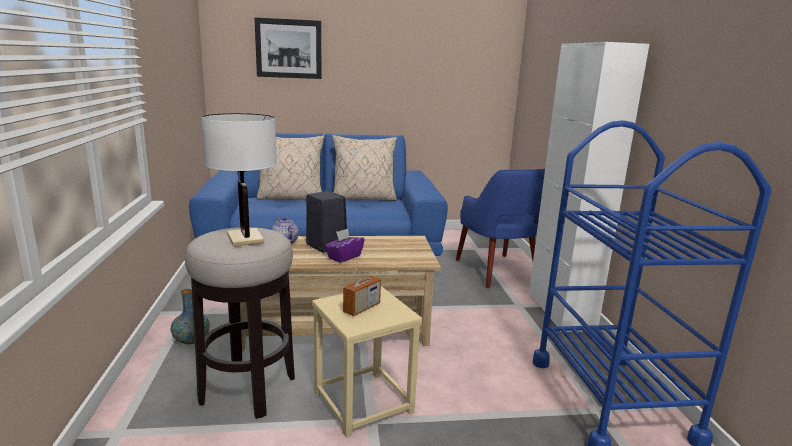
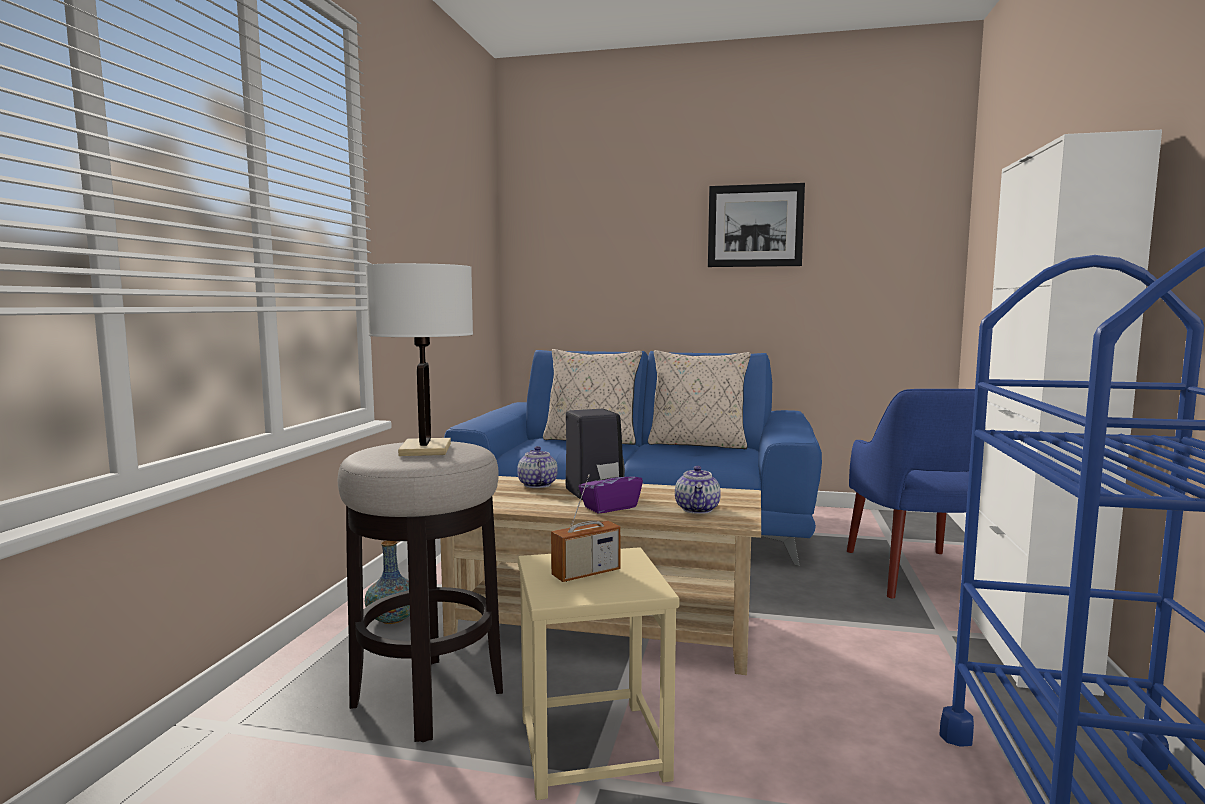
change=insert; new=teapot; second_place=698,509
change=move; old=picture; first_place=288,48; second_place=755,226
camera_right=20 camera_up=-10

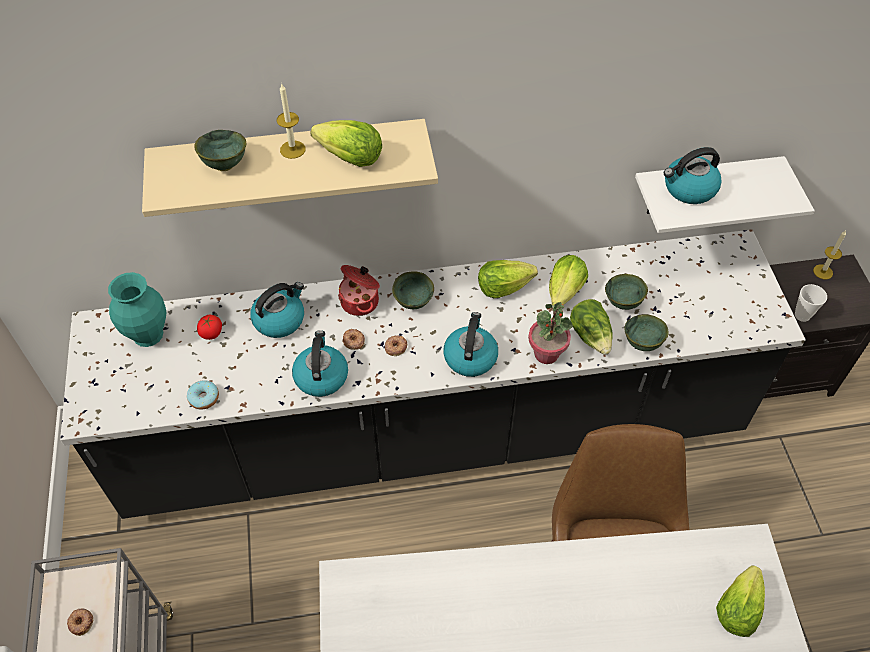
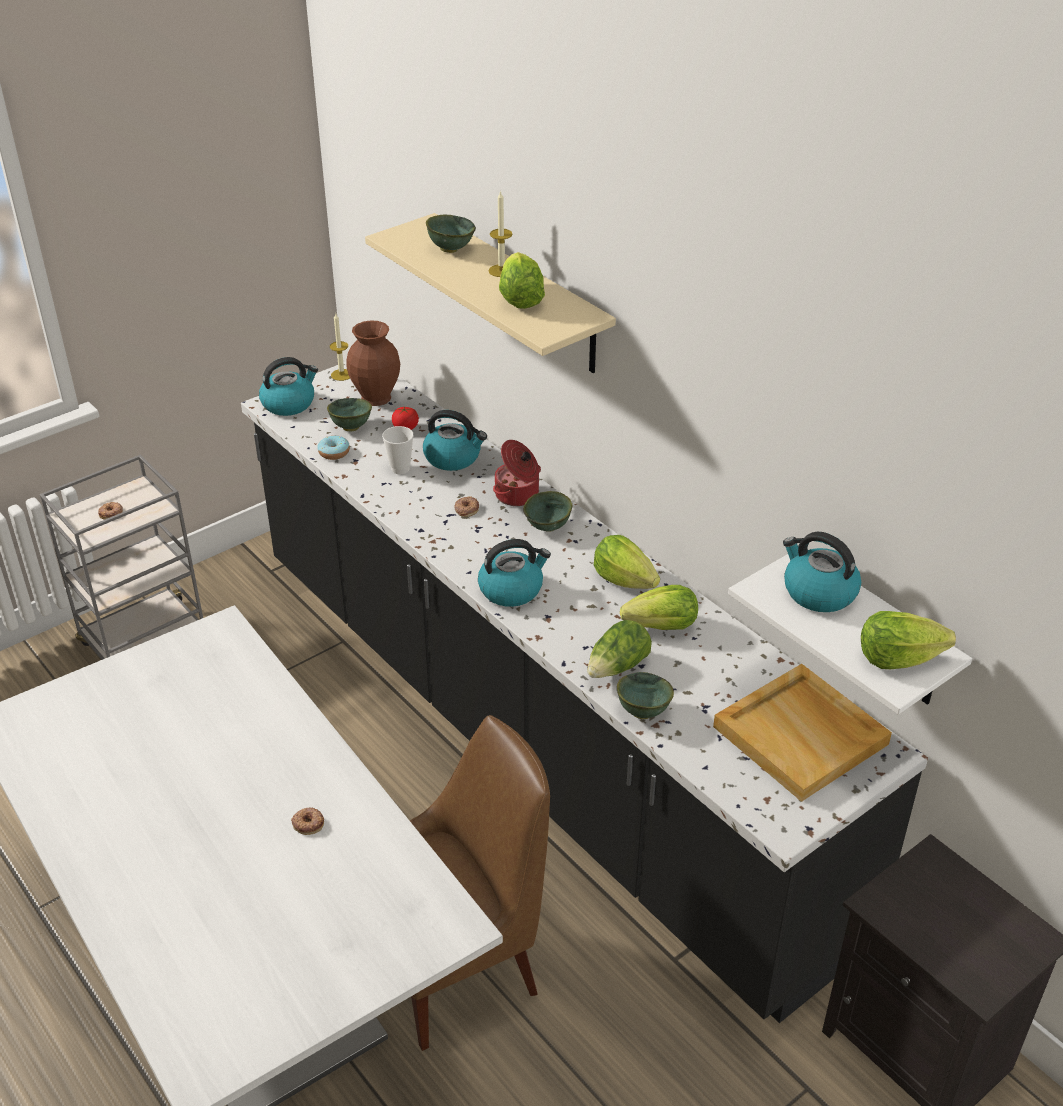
change=delete; old=potted plant; first_place=546,353
change=insert; new=tray in beige; second_place=802,735
change=move; old=kettle; first_place=321,376; second_place=289,403
change=move; old=donut; first_place=395,347; second_place=308,823
change=move; old=bowl in green; first_place=623,303; second_place=350,427
change=move; old=lettuce; first_place=736,610; second_place=897,658
change=move; old=cup; first_place=802,315; second_place=400,469
change=move; old=candle; first_place=823,272; second_place=341,375
change=recolor; old=vase in turquoise; new=vase in brown; first_place=148,333; second_place=377,397
camera_right=60 camera_up=-15

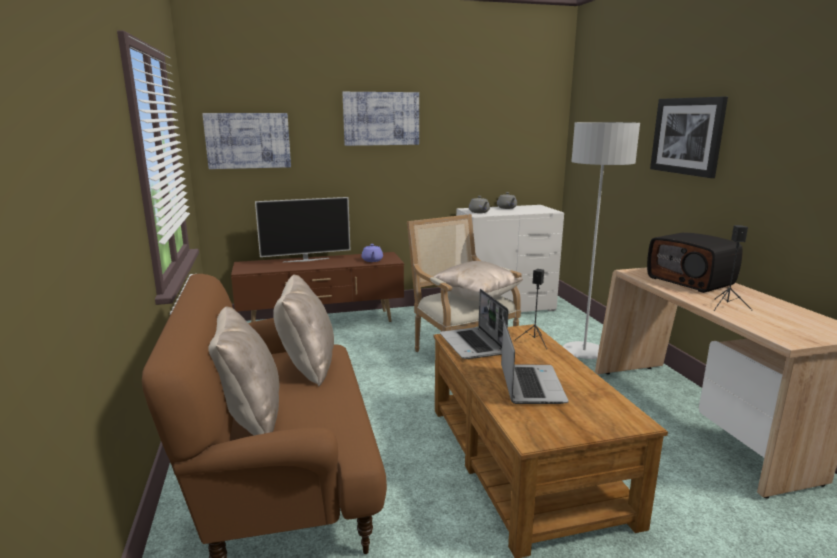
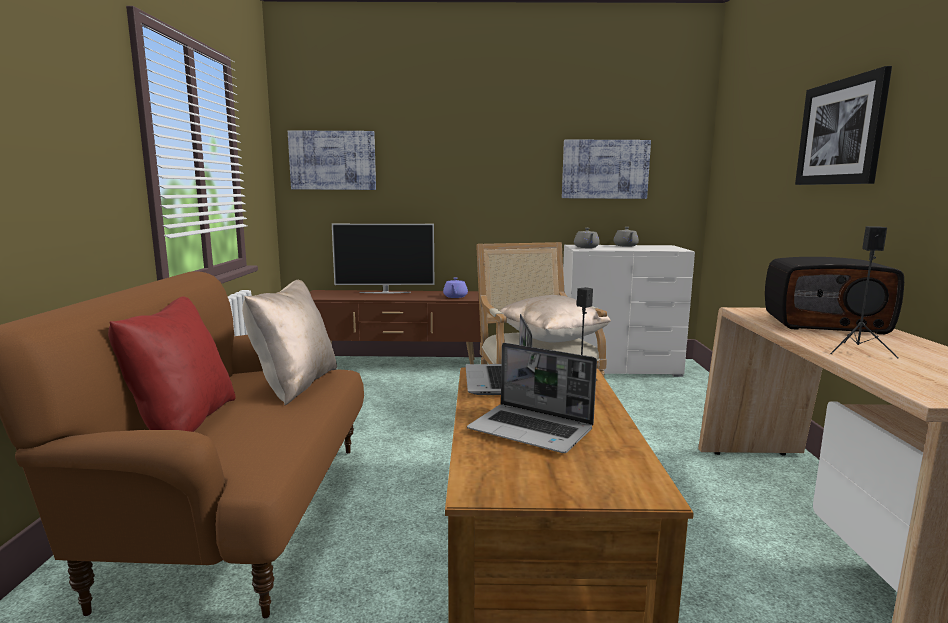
change=delete; old=floor lamp in grey; first_place=584,352
change=move; old=picture; first_place=381,118; second_place=605,169
change=recolor; old=pillow in beige; new=pillow in red; first_place=248,415; second_place=182,423
change=rotate; old=laptop; first_place=530,385; second_place=532,430; degrees=105
change=rotate; old=radio; first_place=691,281; second_place=824,323; degrees=-60
camera_right=15 camera_up=-5

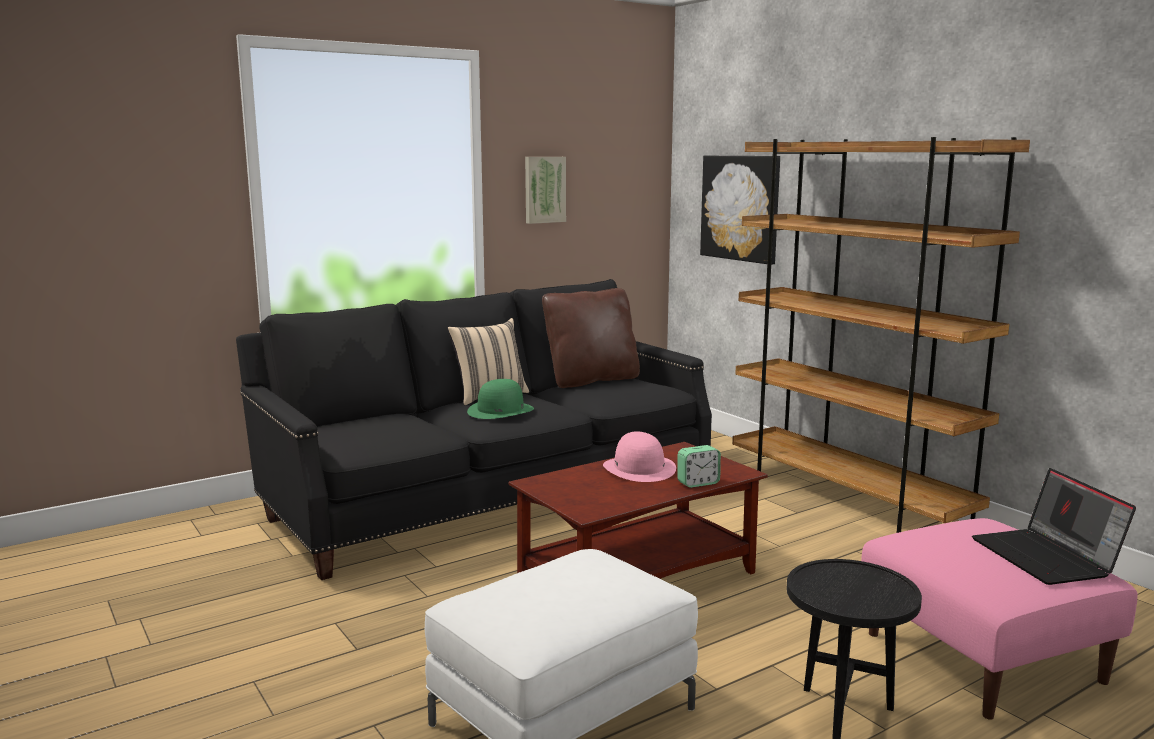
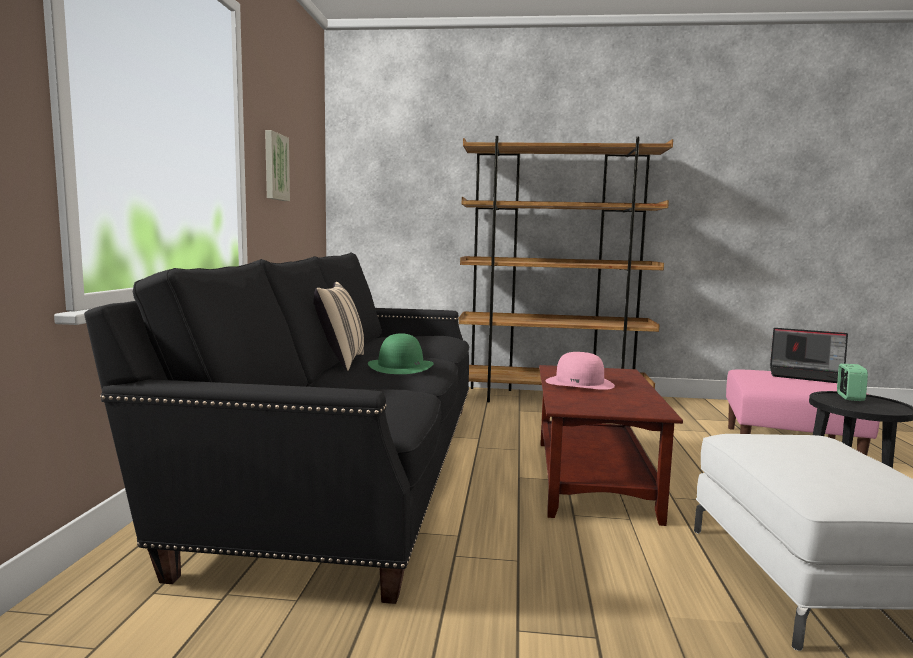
change=delete; old=pillow in brown; first_place=591,380
change=delete; old=picture; first_place=740,208
change=move; old=alarm clock; first_place=698,483; second_place=849,397
camera_right=-50 camera_up=-5

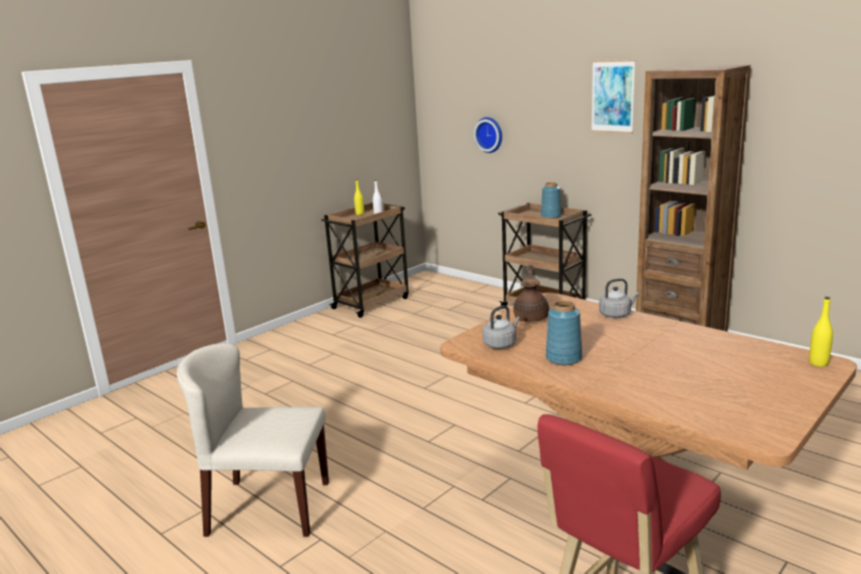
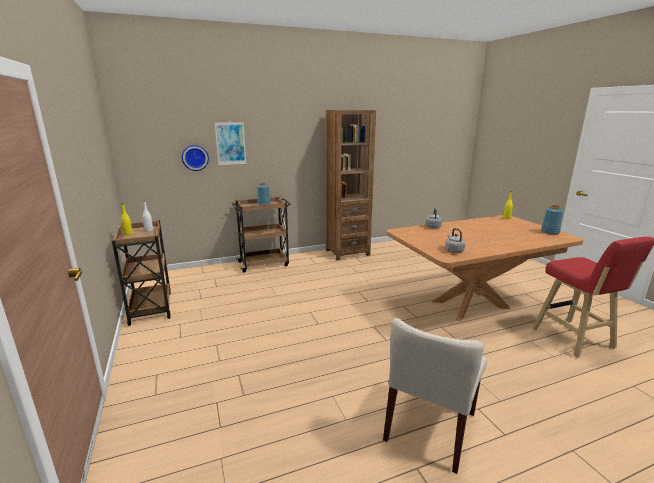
change=delete; old=teapot in brown; first_place=531,317
change=move; old=vase in blue; first_place=563,358; second_place=550,232
change=move; old=picture; first_place=612,96; second_place=230,143
camera_right=-65 camera_up=0

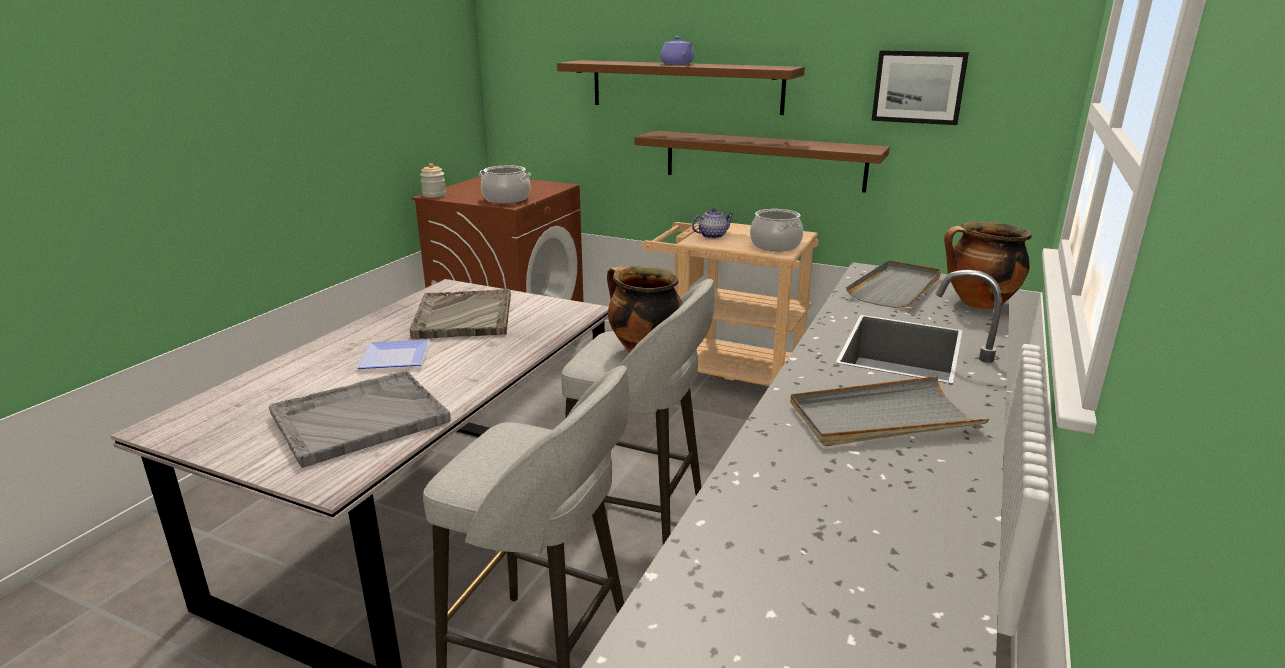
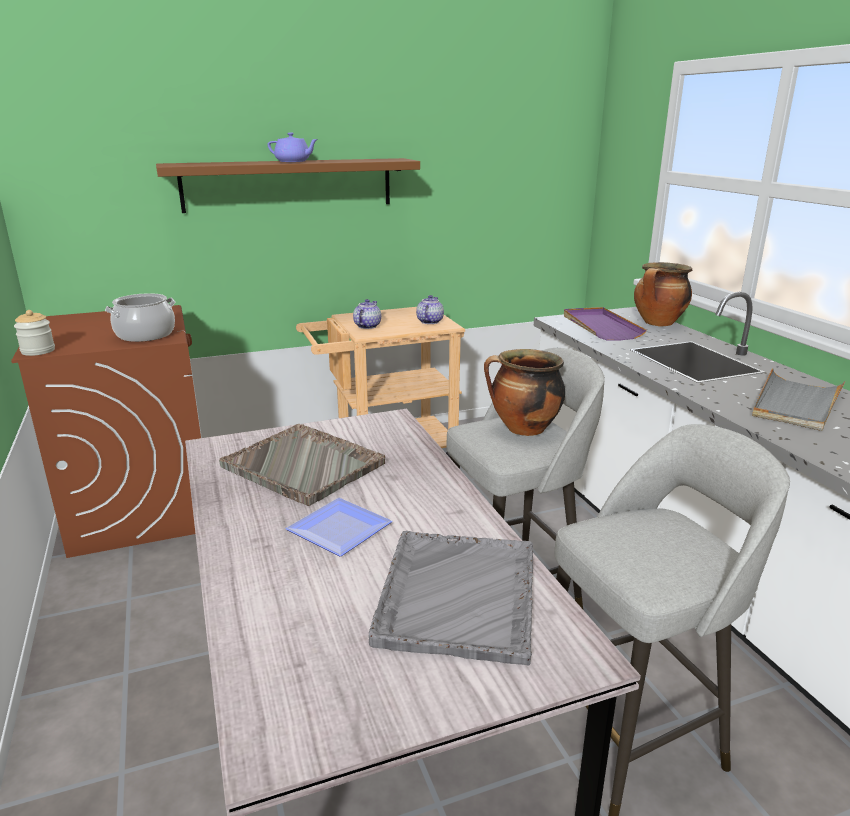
change=delete; old=shelf in brown; first_place=763,160
change=delete; old=picture; first_place=918,87
change=replace; old=cooking pot; new=teapot; first_place=775,245; second_place=429,321
change=recolor; old=tray in grey; new=tray in purple; first_place=896,288; second_place=600,326
camera_right=-45 camera_up=0

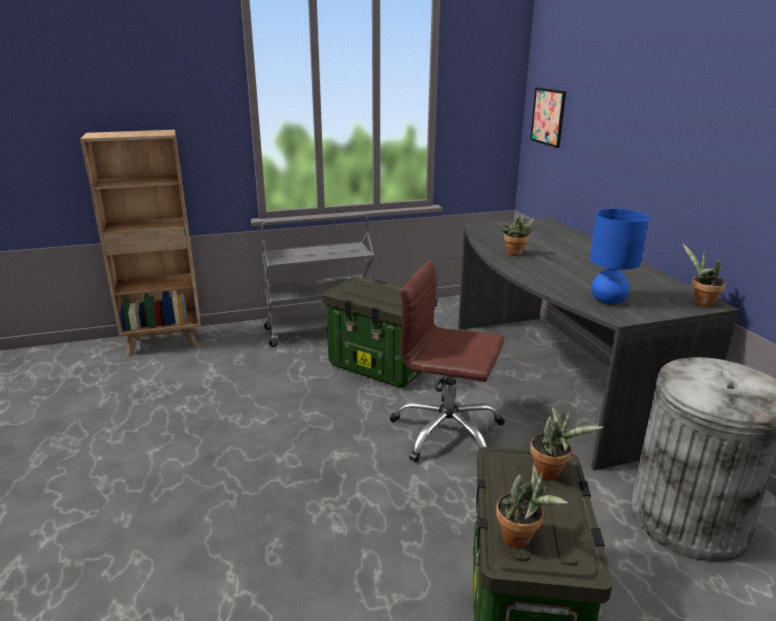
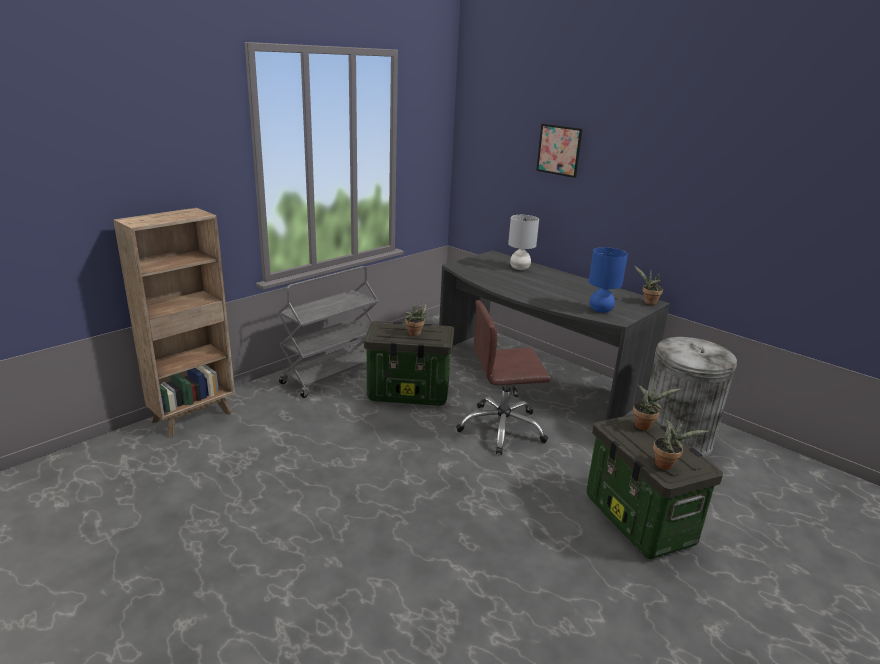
change=insert; new=table lamp in grey; second_place=519,268
change=move; old=potted plant; first_place=515,254; second_place=416,334
change=move; old=picture; first_place=548,117; second_place=559,150
camera_right=-30 camera_up=0

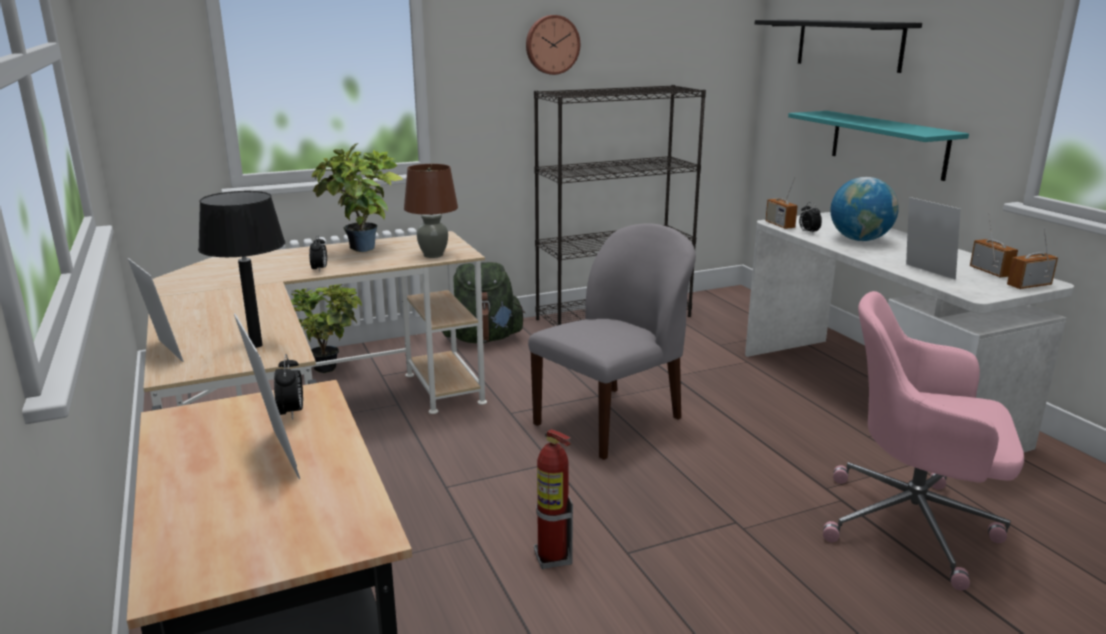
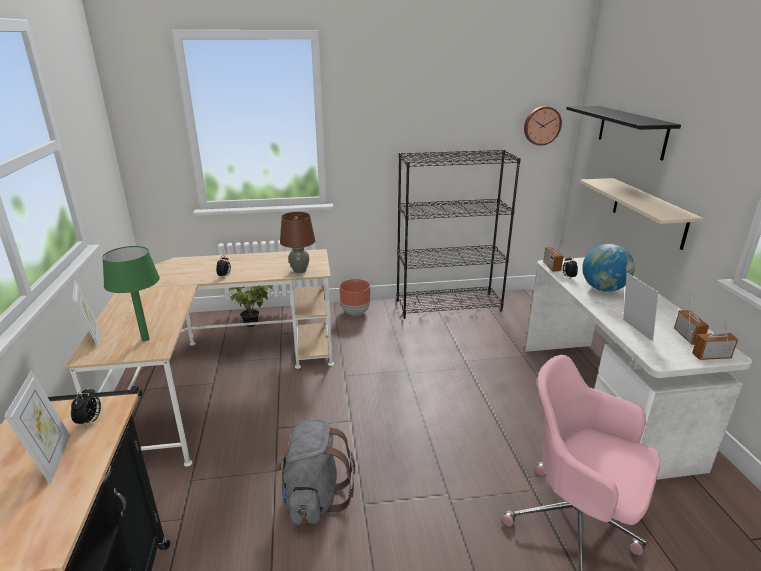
change=delete; old=potted plant; first_place=362,251
change=delete; old=chair in grey; first_place=610,421
change=move; old=wall clock; first_place=551,44; second_place=541,125
change=replace; old=backpack in green; new=planter in brown; first_place=483,338; second_place=355,312
change=replace; old=fire extinguisher; new=backpack in grey; first_place=552,558; second_place=314,498
change=recolor; old=table lamp in black; new=table lamp in green; first_place=257,345; second_place=146,339
change=recolor; old=shelf in turquoise; new=shelf in beige; first_place=888,144; second_place=648,212
camera_right=15 camera_up=5

